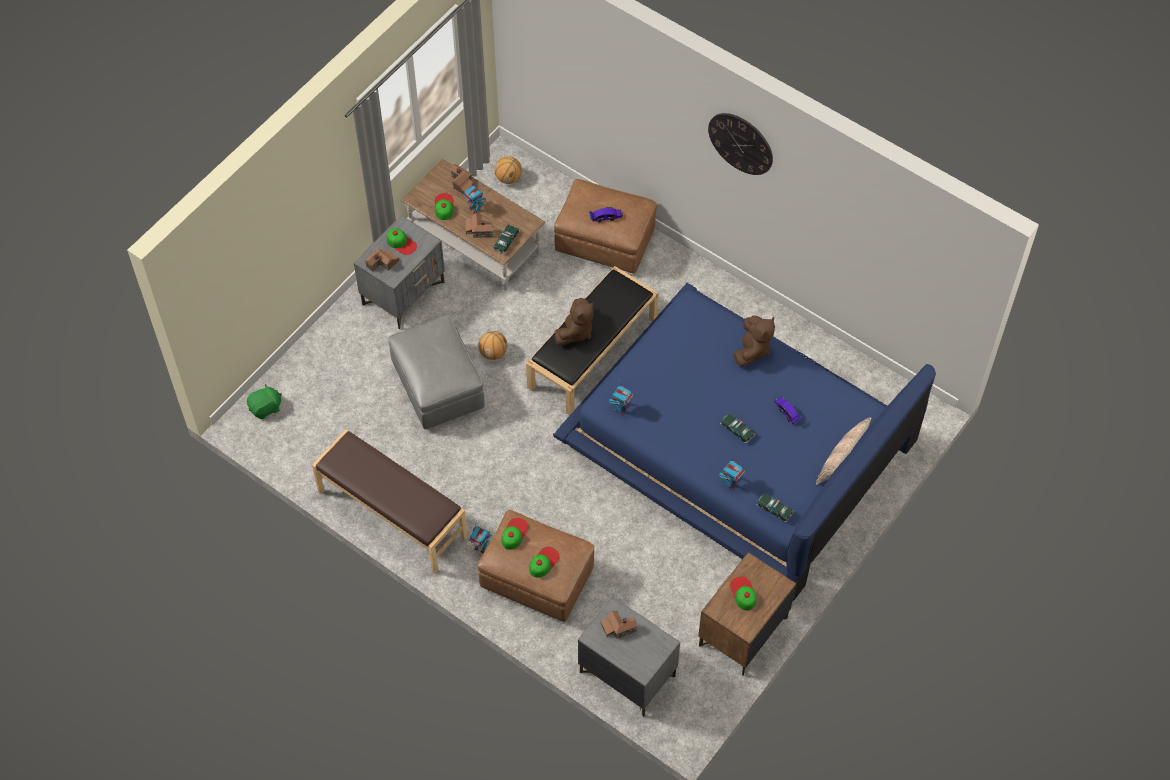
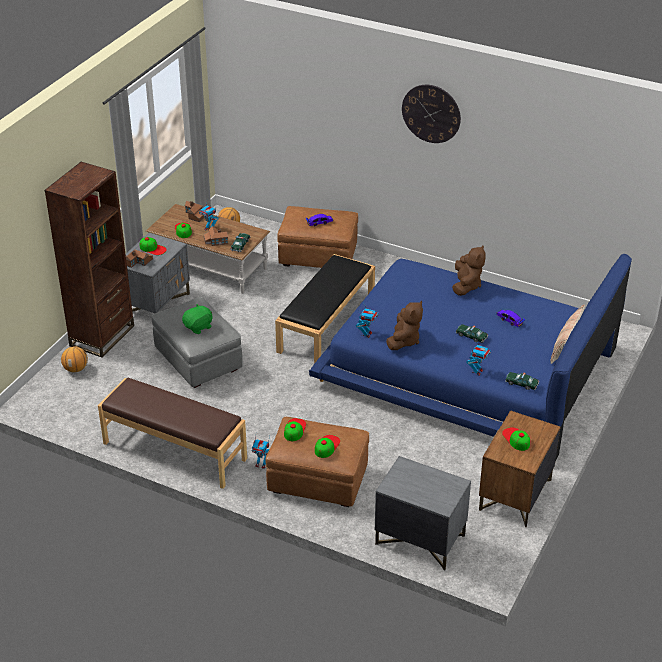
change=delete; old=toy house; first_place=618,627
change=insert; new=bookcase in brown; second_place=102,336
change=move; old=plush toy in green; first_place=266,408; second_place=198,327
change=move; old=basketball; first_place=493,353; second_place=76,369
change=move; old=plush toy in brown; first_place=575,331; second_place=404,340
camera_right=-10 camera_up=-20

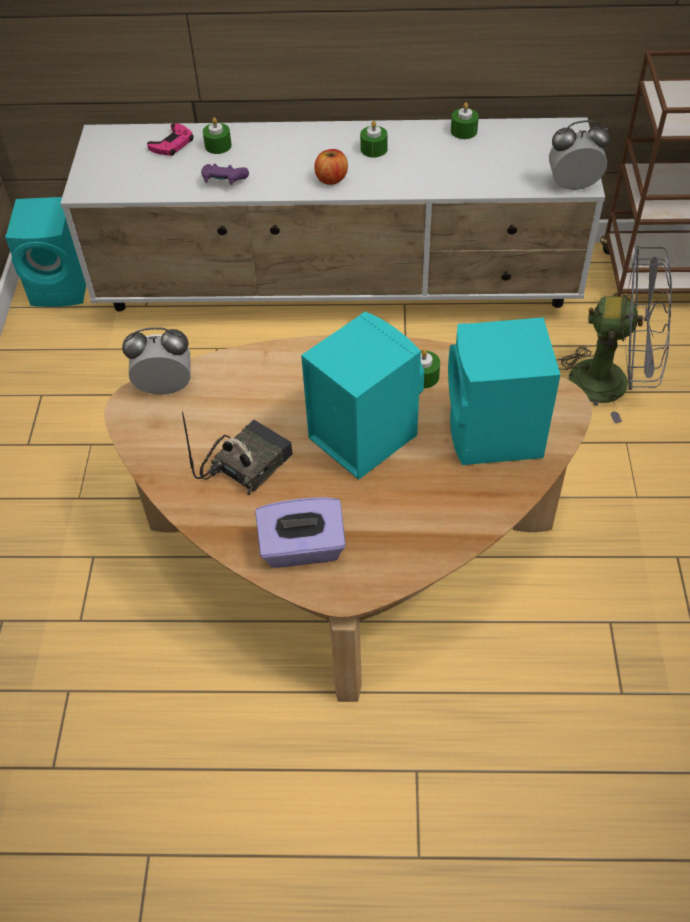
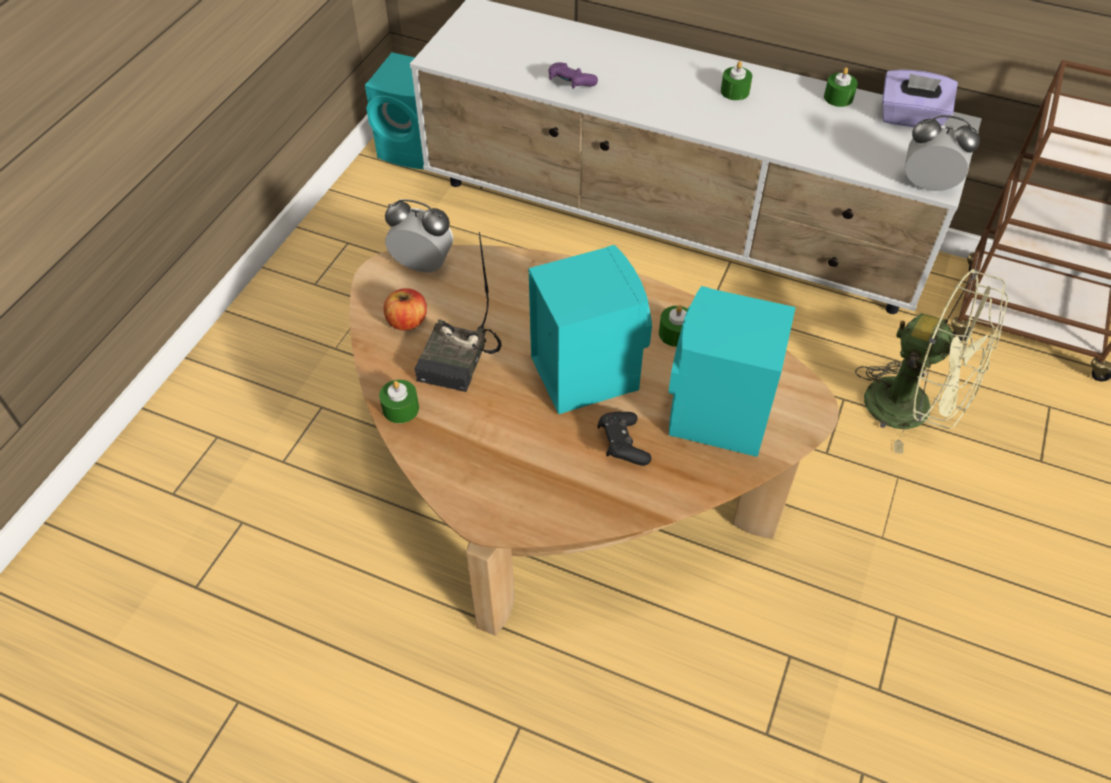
change=delete; old=game controller in pink; first_place=172,144
change=insert; new=game controller in black; second_place=622,445
change=move; old=candle in green; first_place=218,146; second_place=400,408
change=move; old=tissue box in purple; first_place=302,549; second_place=911,118
change=move; old=apple; first_place=331,179; second_place=407,321
change=recolor; old=fan in grey; new=fan in green; first_place=612,382; second_place=913,409
change=rotate; old=radio; first_place=246,463; second_place=460,361; degrees=135
camera_right=20 camera_up=0

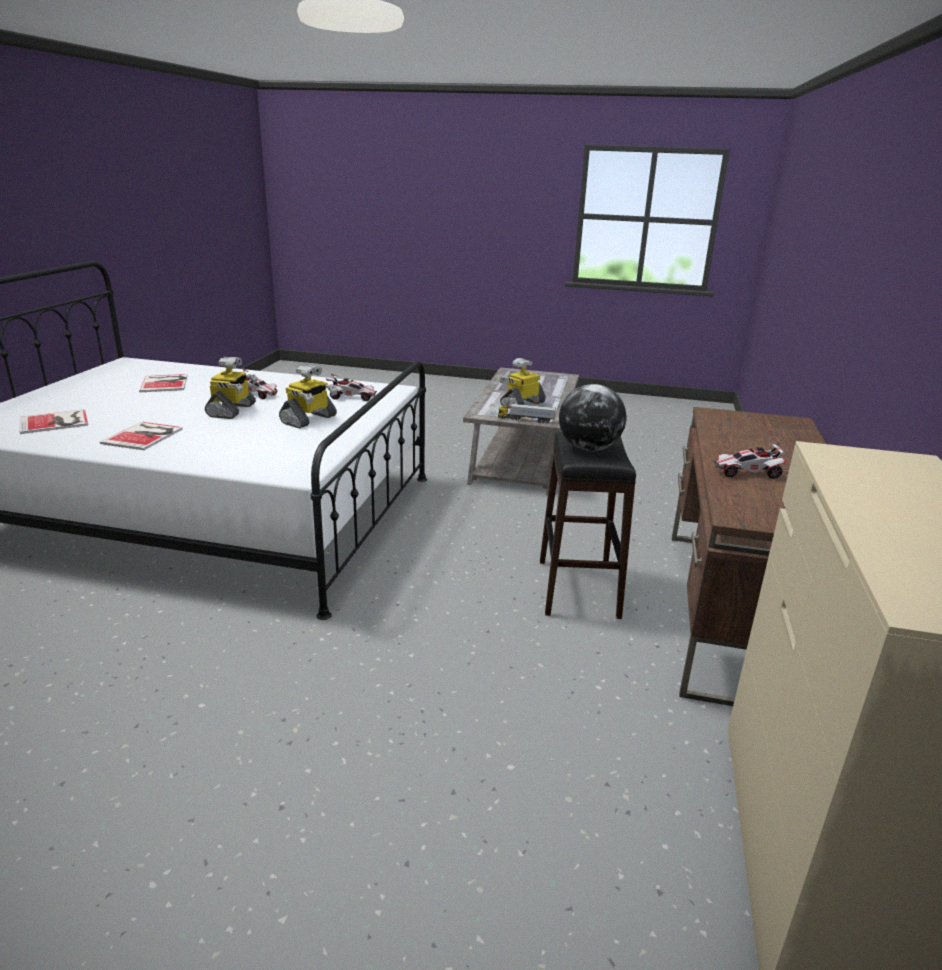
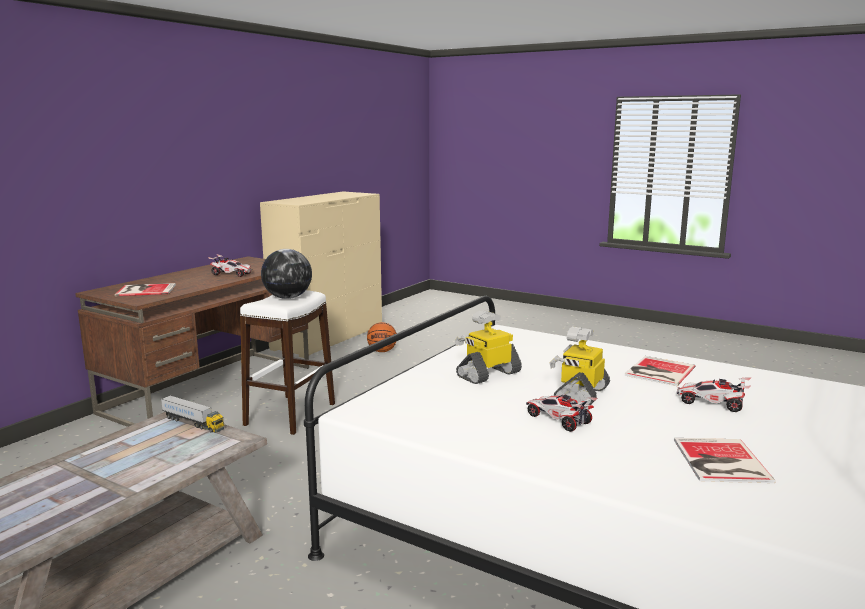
change=delete; old=toy robot; first_place=522,404
change=insert; new=basketball; second_place=382,351
change=move; old=book; first_place=56,422; second_place=145,290
change=move; old=toy car; first_place=352,397; second_place=711,404
change=recolor; old=stool in black; new=stool in white; first_place=577,588; second_place=290,414
camera_right=-160 camera_up=-10

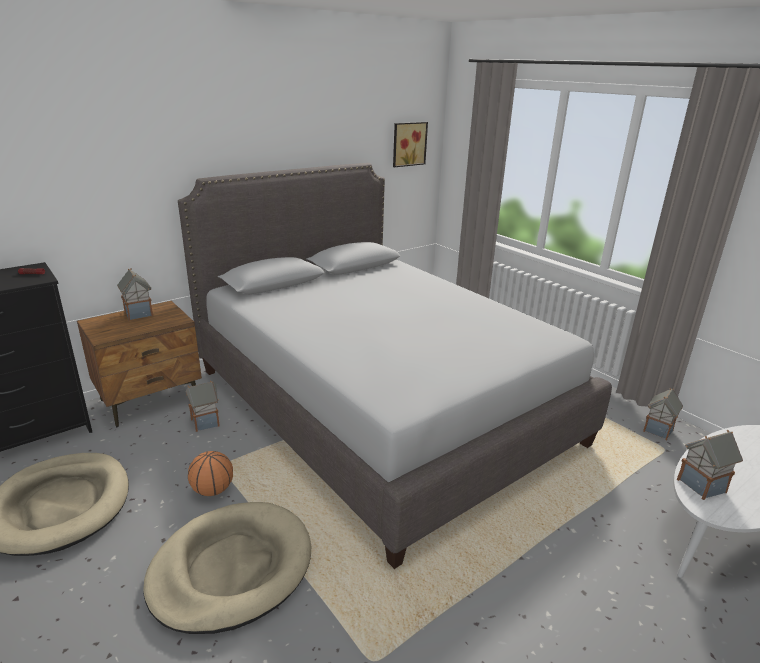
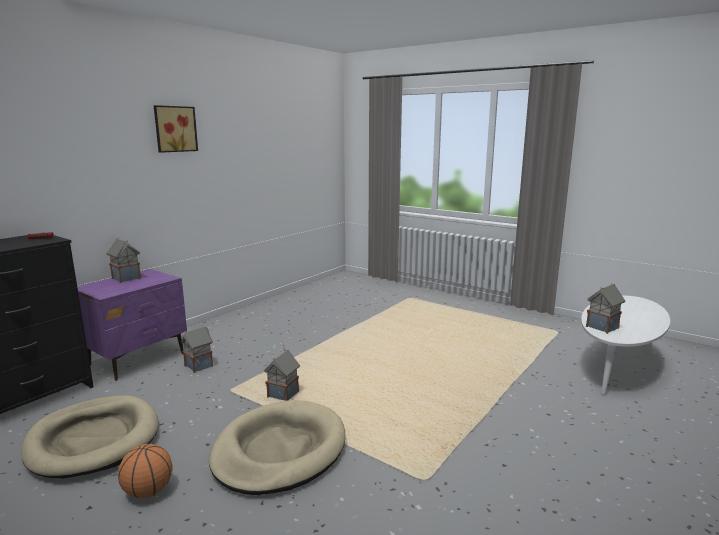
change=delete; old=bed in grey; first_place=380,404
change=move; old=basketball; first_place=213,490; second_place=148,491
change=move; old=picture; first_place=408,144; second_place=174,129
change=move; old=toy house; first_place=658,430; second_place=283,394
change=recolor; old=nightstand in brown; new=nightstand in purple; first_place=151,400; second_place=138,359
camera_right=-15 camera_up=-10

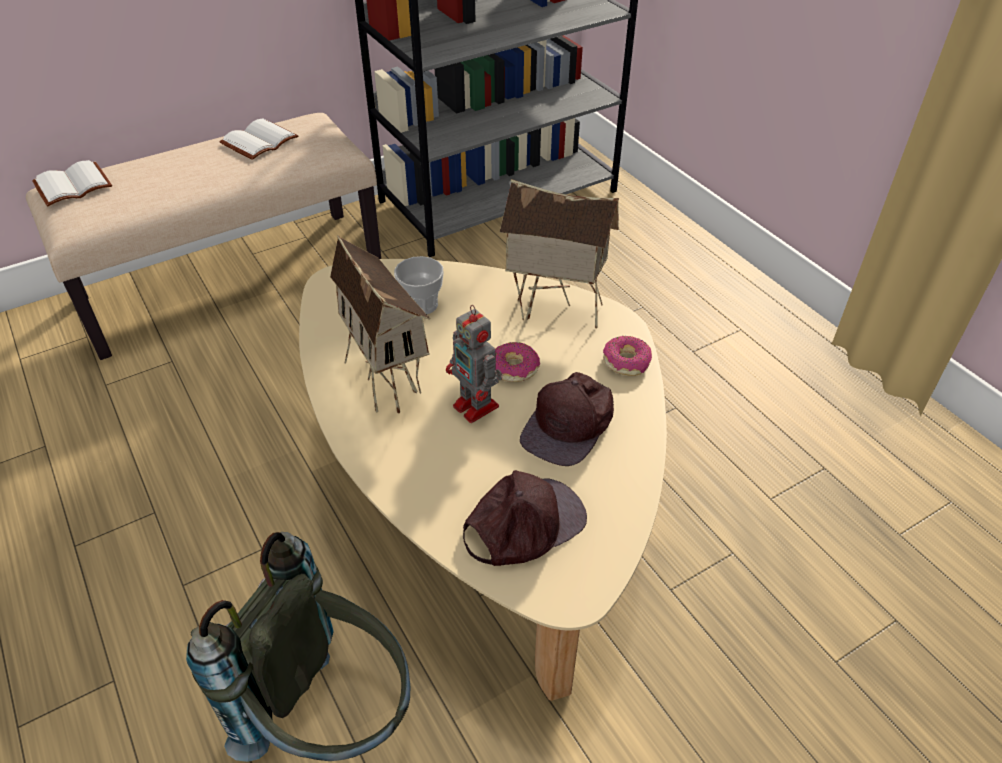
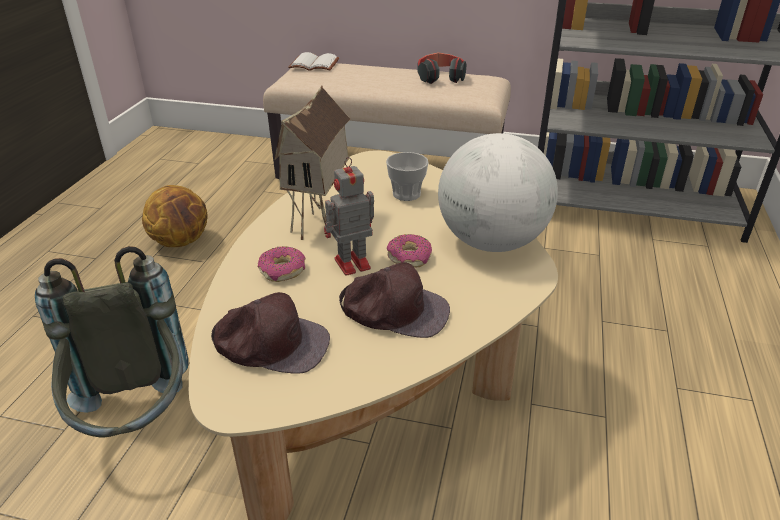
change=insert; new=basketball; second_place=181,242
change=move; old=donut; first_place=626,361; second_place=283,270
change=replace; old=book in white; new=headphones; first_place=259,140; second_place=440,77
change=replace; old=toy house; new=globe; first_place=554,312; second_place=491,242
change=rotate; old=toy robot; first_place=477,407; second_place=350,264; degrees=60
change=rotate; old=cap in brown; first_place=570,424; second_place=394,310; degrees=-150
camera_right=45 camera_up=-10

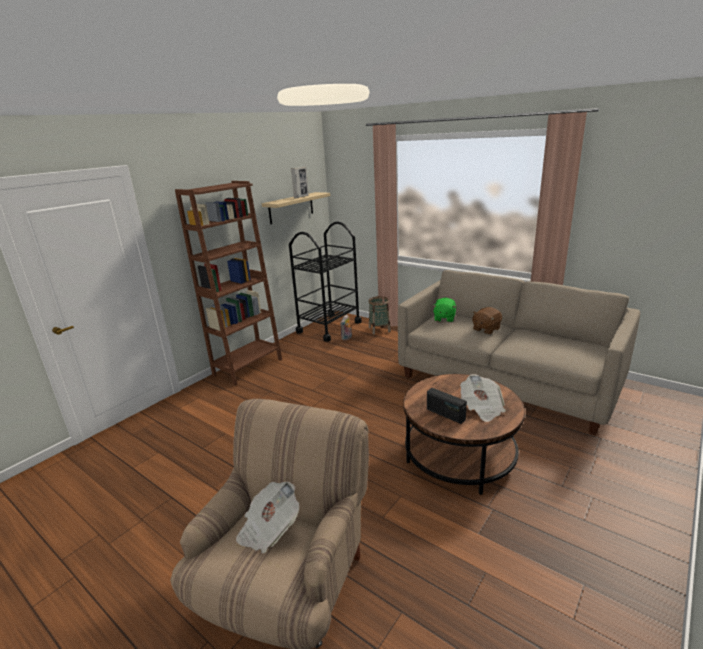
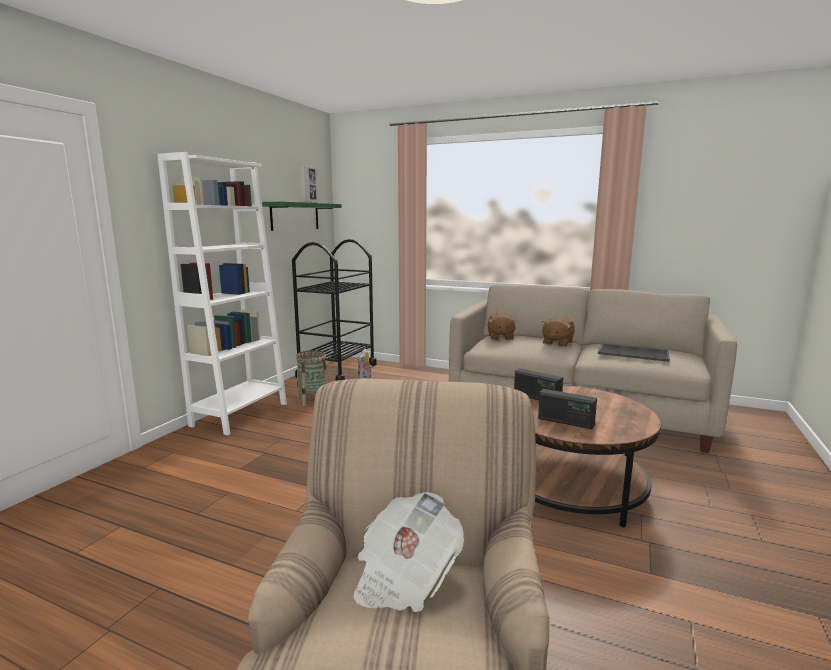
change=delete; old=newspaper; first_place=481,408
change=insert; new=radio; second_place=537,398
change=insert; new=tray; second_place=634,352
change=move; old=basket; first_place=379,329; second_place=313,399
change=recolor; old=bookcase in brown; new=bookcase in white; first_place=248,367; second_place=240,414
change=recolor; old=shelf in beige; new=shelf in green; first_place=291,208; second_place=295,216
change=recolor; old=plush toy in green; new=plush toy in brown; first_place=444,318; second_place=500,337
camera_right=-15 camera_up=-10

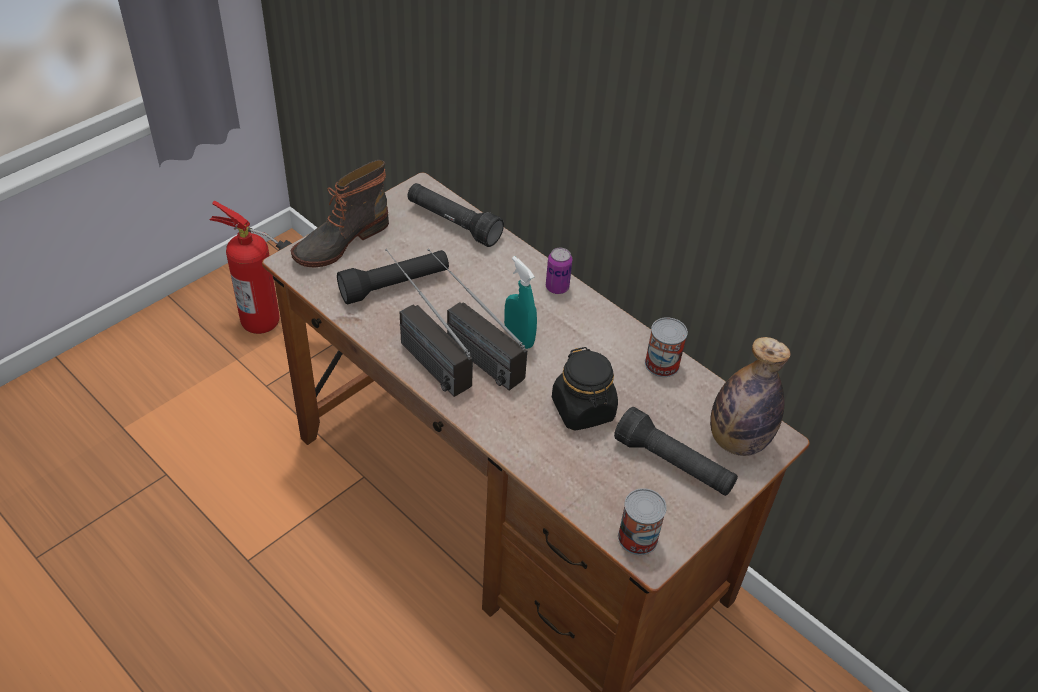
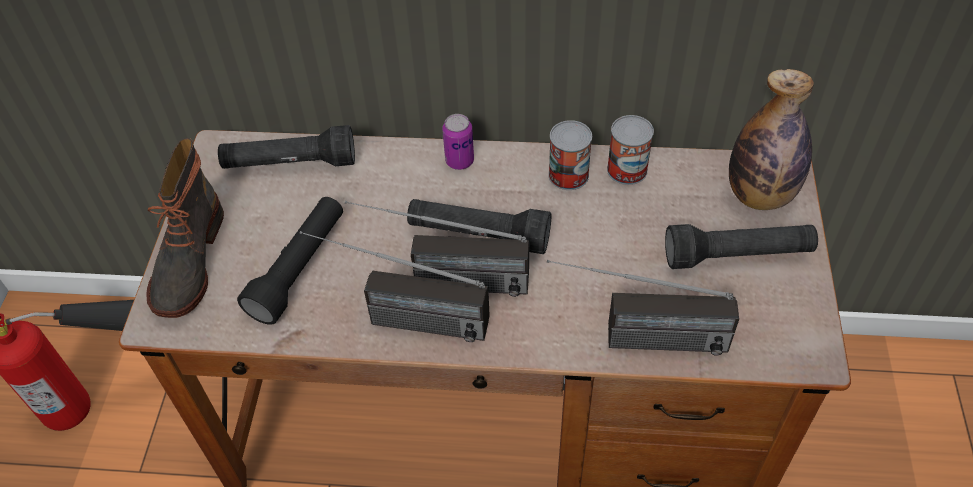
change=delete; old=jar in black; first_place=583,409
change=insert; new=radio; second_place=635,339
change=move; old=can; first_place=637,537; second_place=568,175
change=replace; old=spray bottle in turquoise; new=flashlight in black; first_place=519,338; second_place=479,235
camera_right=-35 camera_up=5

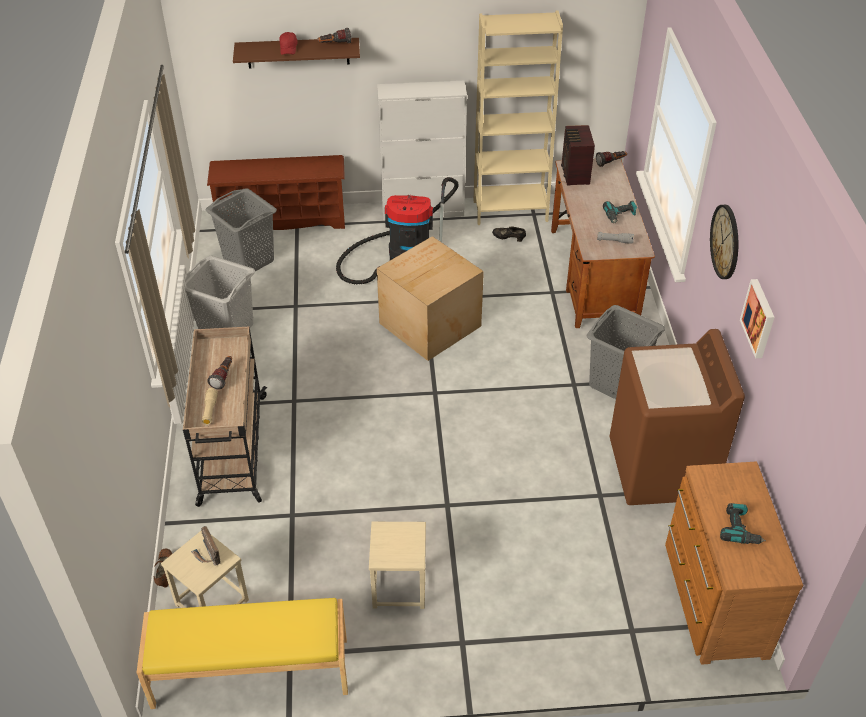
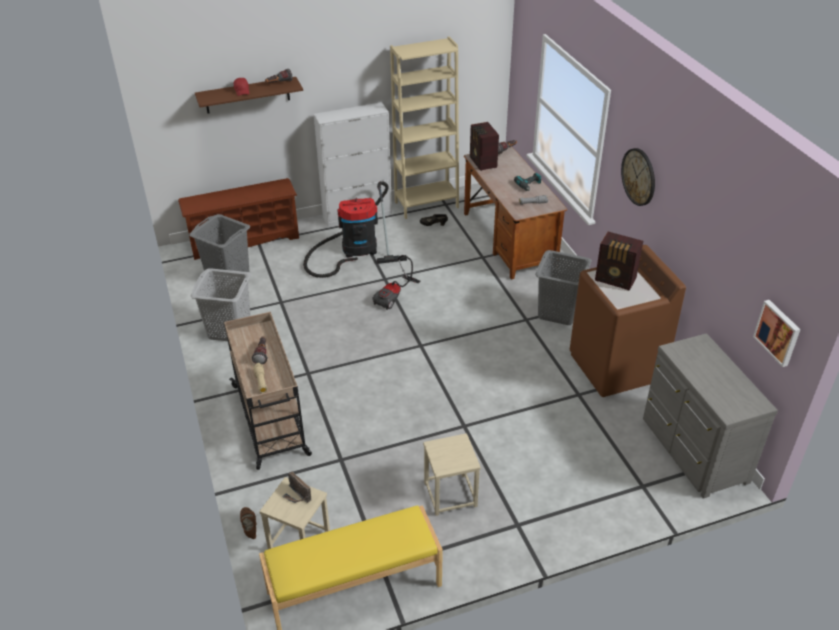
change=delete; old=power drill; first_place=740,529
change=insert; new=radio; second_place=616,280
change=move; old=picture; first_place=759,318; second_place=778,332
change=replace; old=cardboard box; new=vacuum cleaner; first_place=428,324; second_place=395,297
change=recolor; old=dresser in brown; new=dresser in grey; first_place=712,600; second_place=692,451
camera_right=-15 camera_up=-5

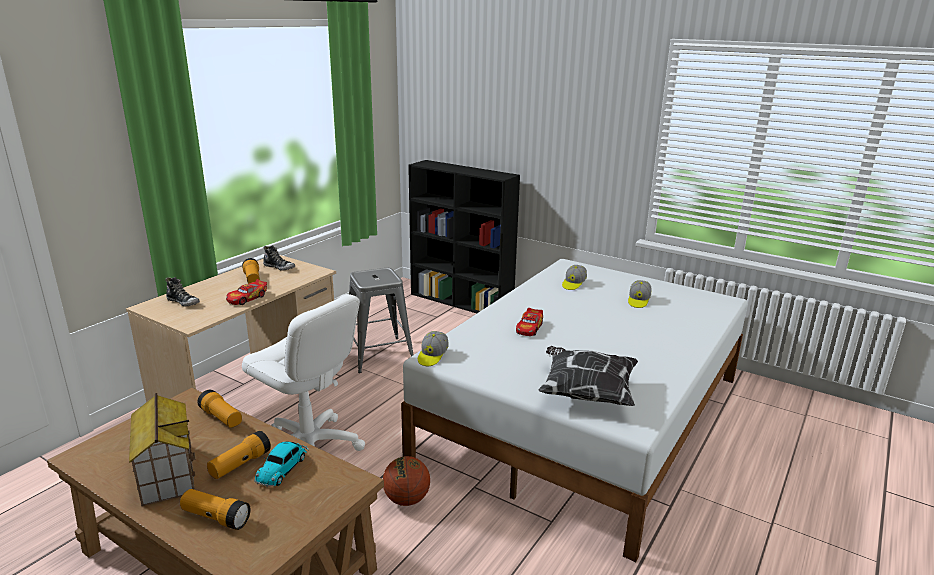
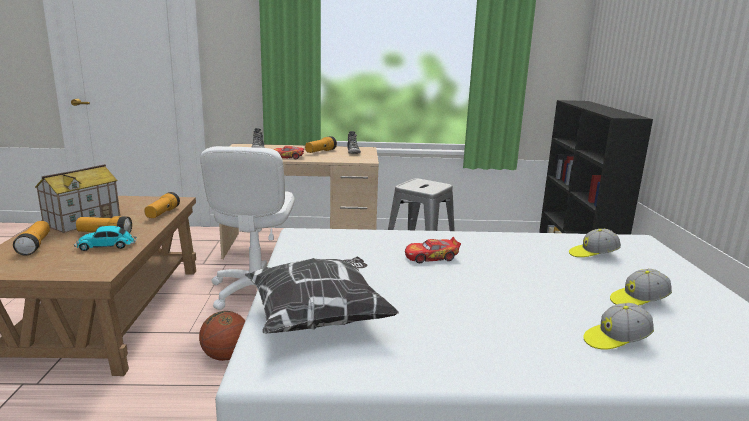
change=move; old=cap; first_place=432,356; second_place=616,340
camera_right=55 camera_up=-5

